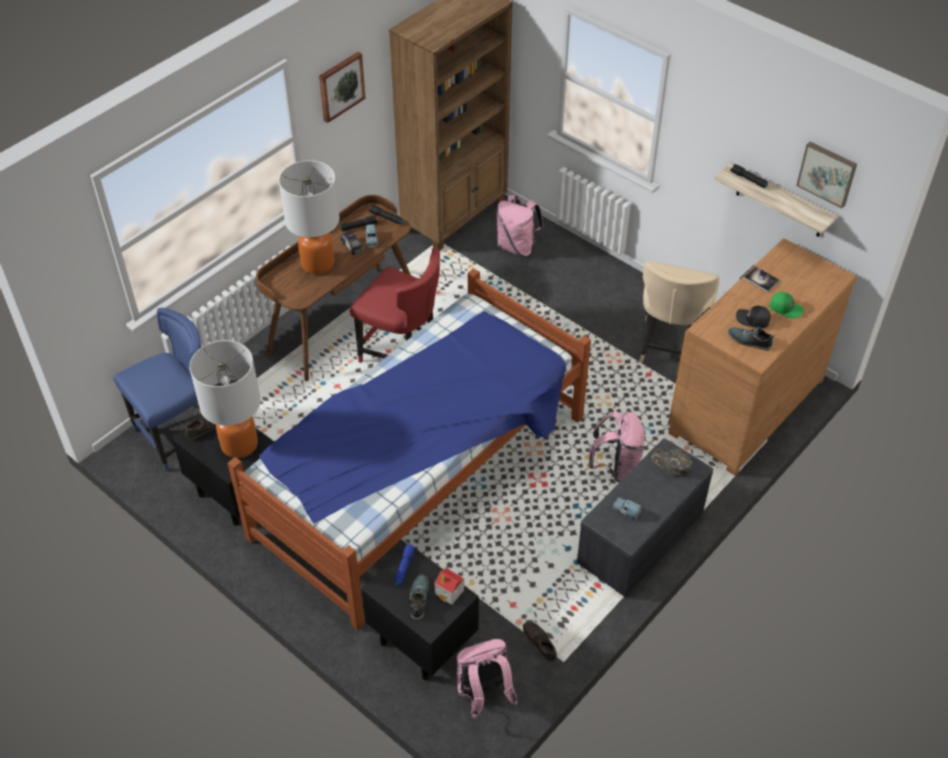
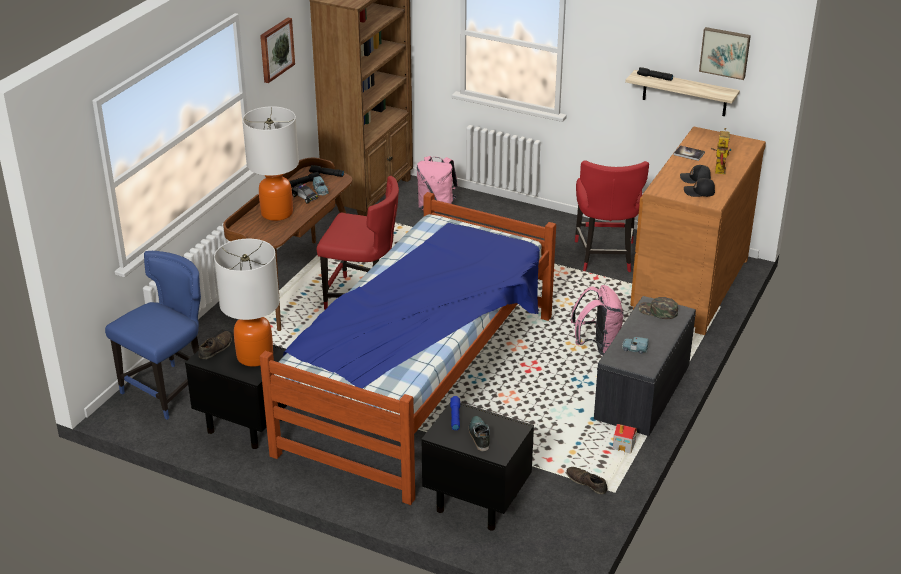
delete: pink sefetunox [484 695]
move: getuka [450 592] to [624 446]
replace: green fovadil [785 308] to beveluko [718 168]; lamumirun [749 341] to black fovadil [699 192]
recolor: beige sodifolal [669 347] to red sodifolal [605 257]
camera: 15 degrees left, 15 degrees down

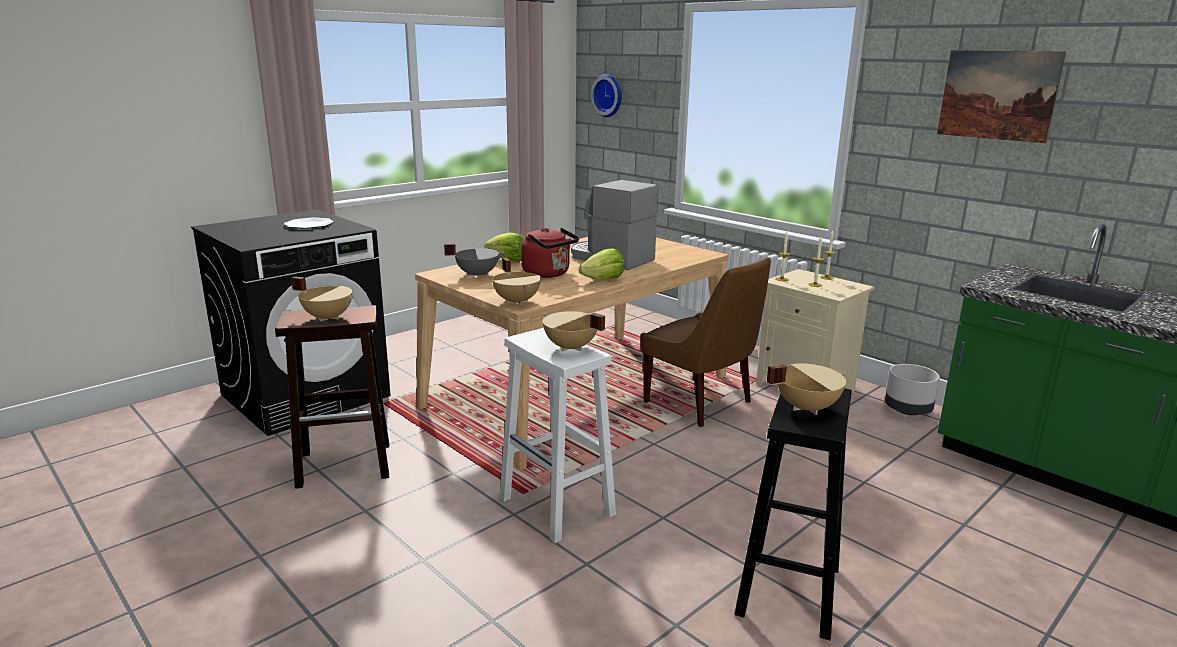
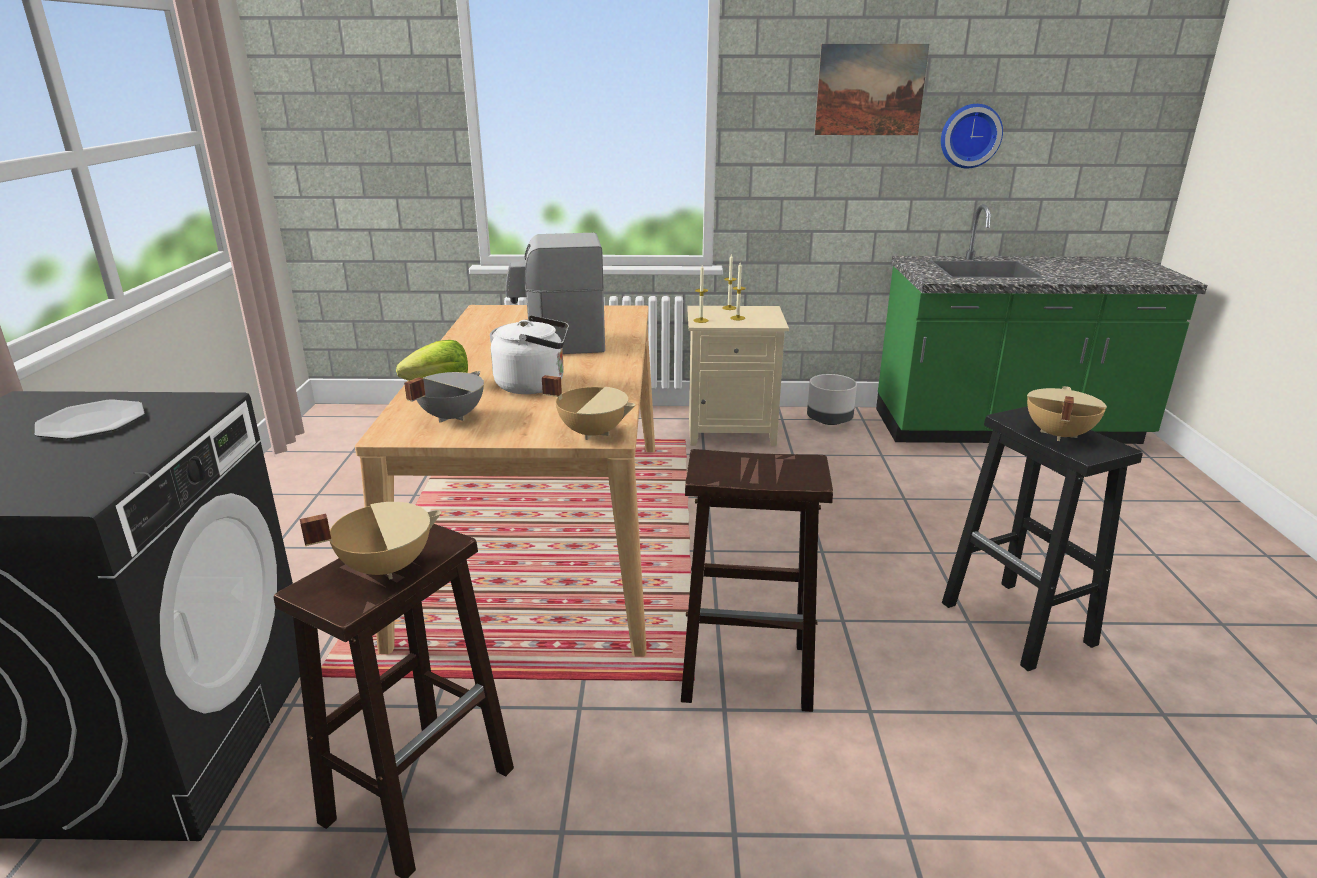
delete: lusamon [603 280]; brown sodifolal [701 403]; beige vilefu [570 348]
move: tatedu [609 95] to [969 136]
recolor: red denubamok [548 274] to white denubamok [535 385]; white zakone [558 507] to brown zakone [749 671]
camera: 45 degrees left, 5 degrees up

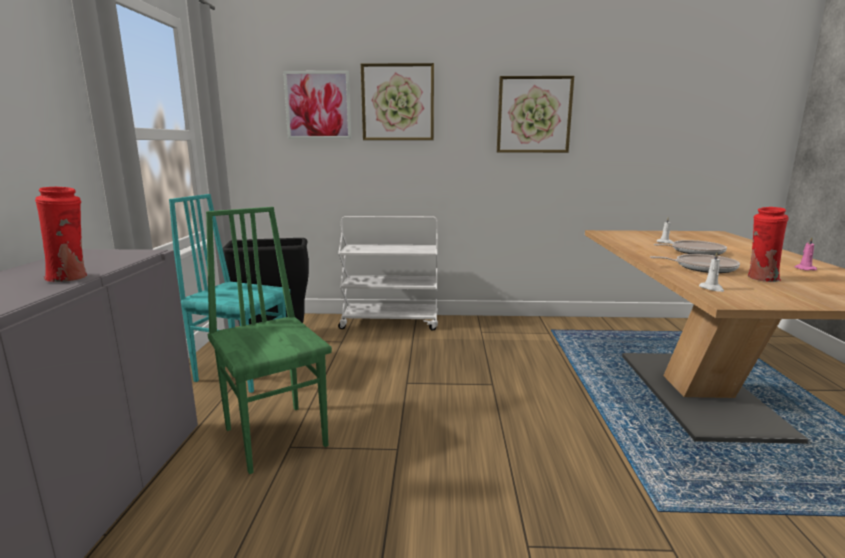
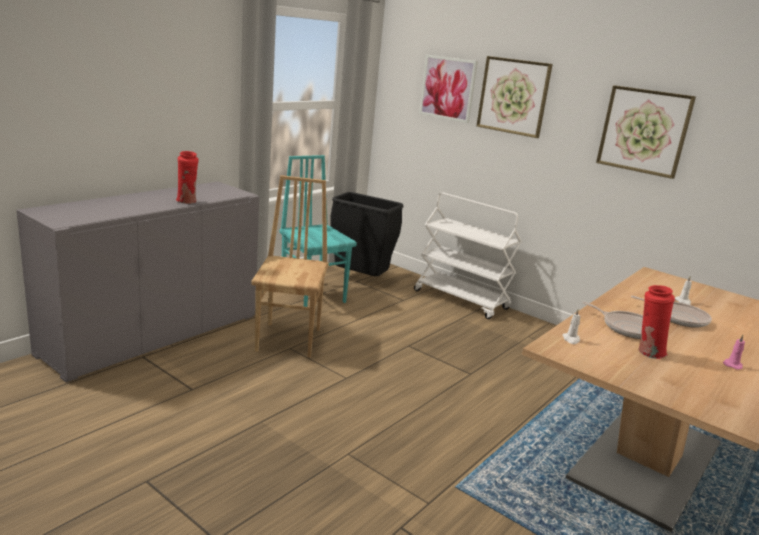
recolor: green sodifolal [277 436] to brown sodifolal [290 339]
camera: 35 degrees right, 5 degrees up

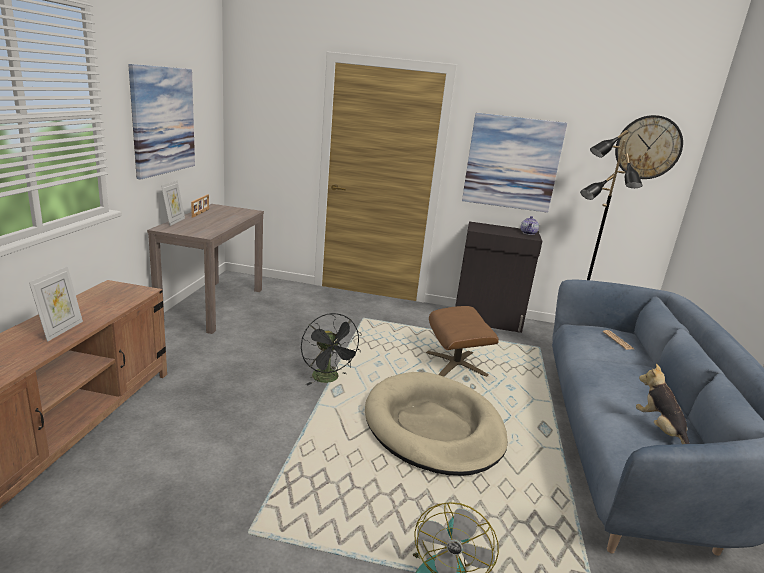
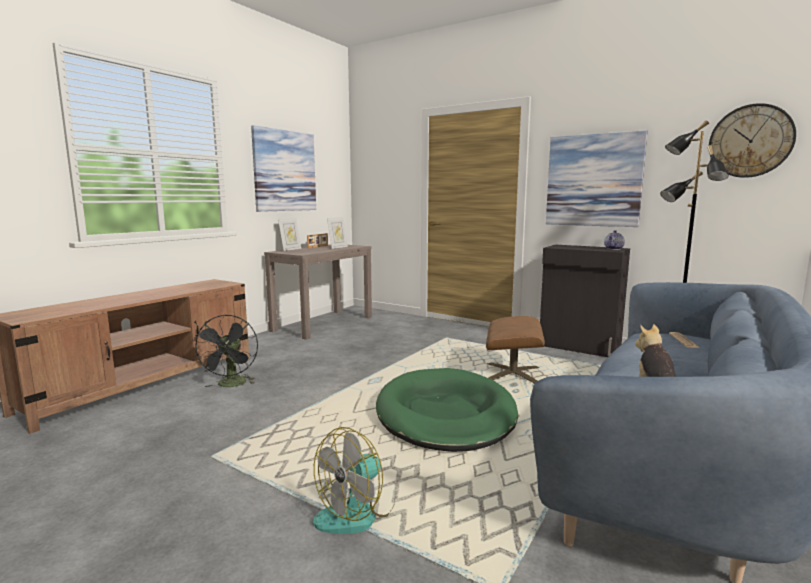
move: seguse [61 330] to [338 247]; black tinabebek [328 379] to [231 385]
recolor: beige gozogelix [433 427] to green gozogelix [445 414]
camera: 25 degrees right, 10 degrees down

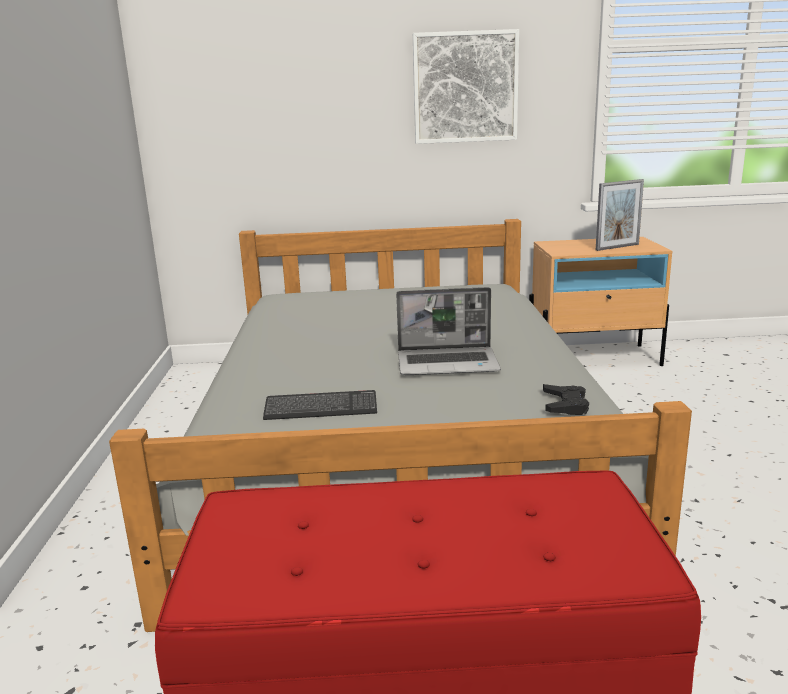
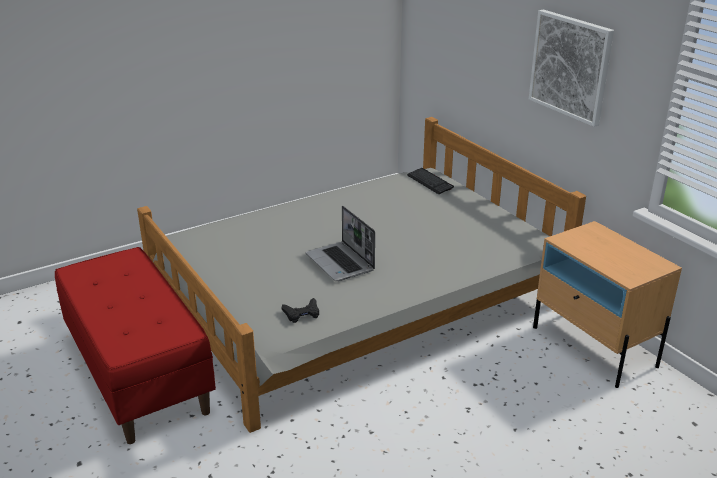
delete: seguse [617 247]
move: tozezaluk [321 408] to [429 182]
camera: 60 degrees right, 10 degrees up

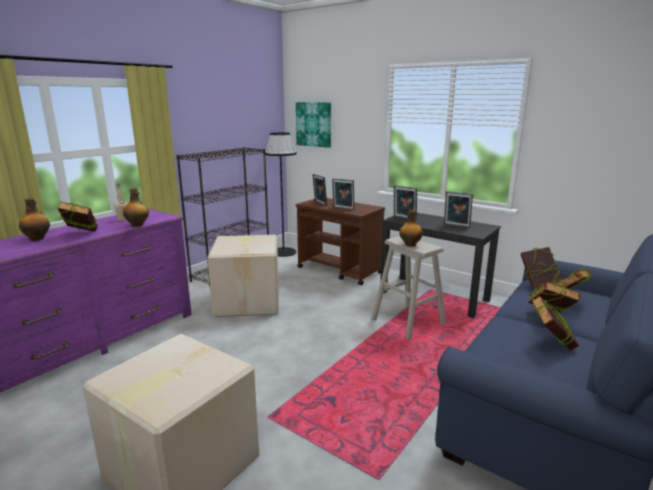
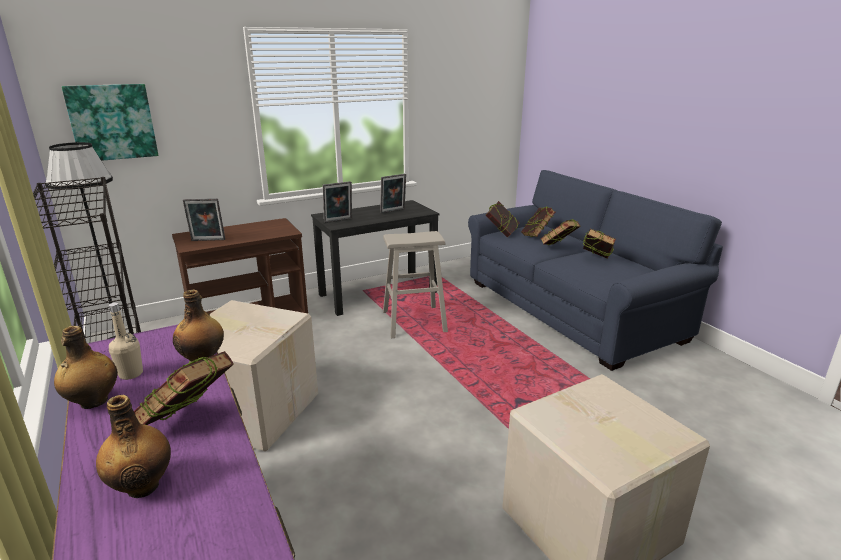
delete: seguse [343 209]
move: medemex [410 245] to [93 402]
camera: 65 degrees left, 5 degrees up

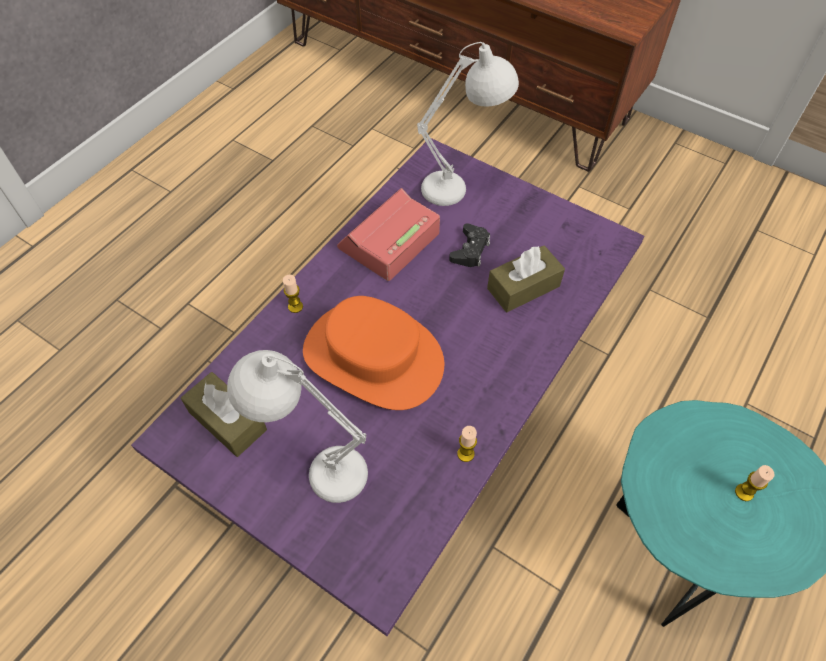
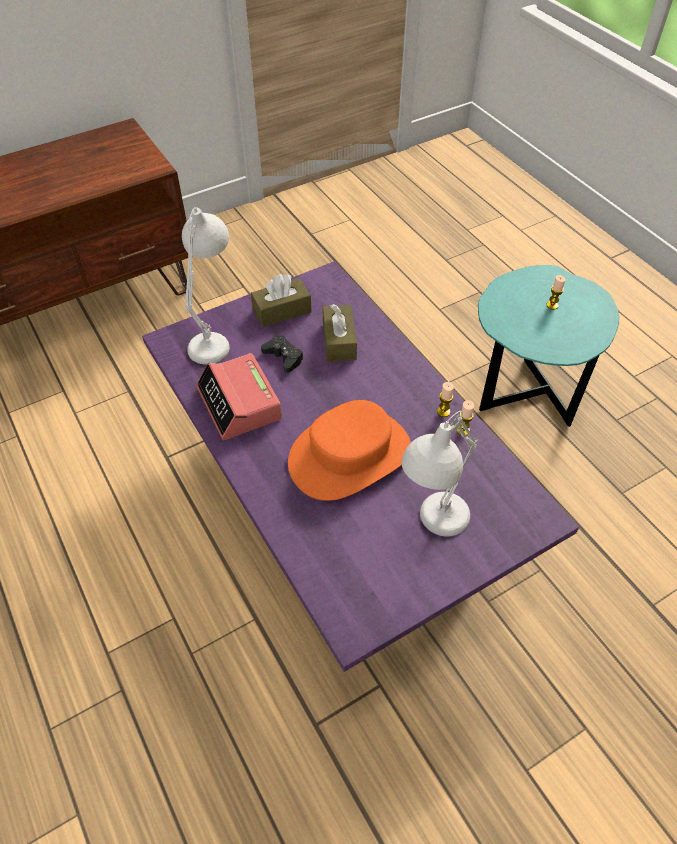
move: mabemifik [295 306] to [443 412]; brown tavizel [228 421] to [282 311]
camera: 65 degrees left, 5 degrees down

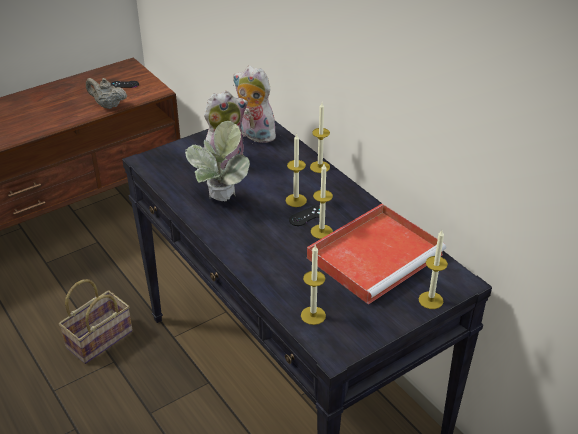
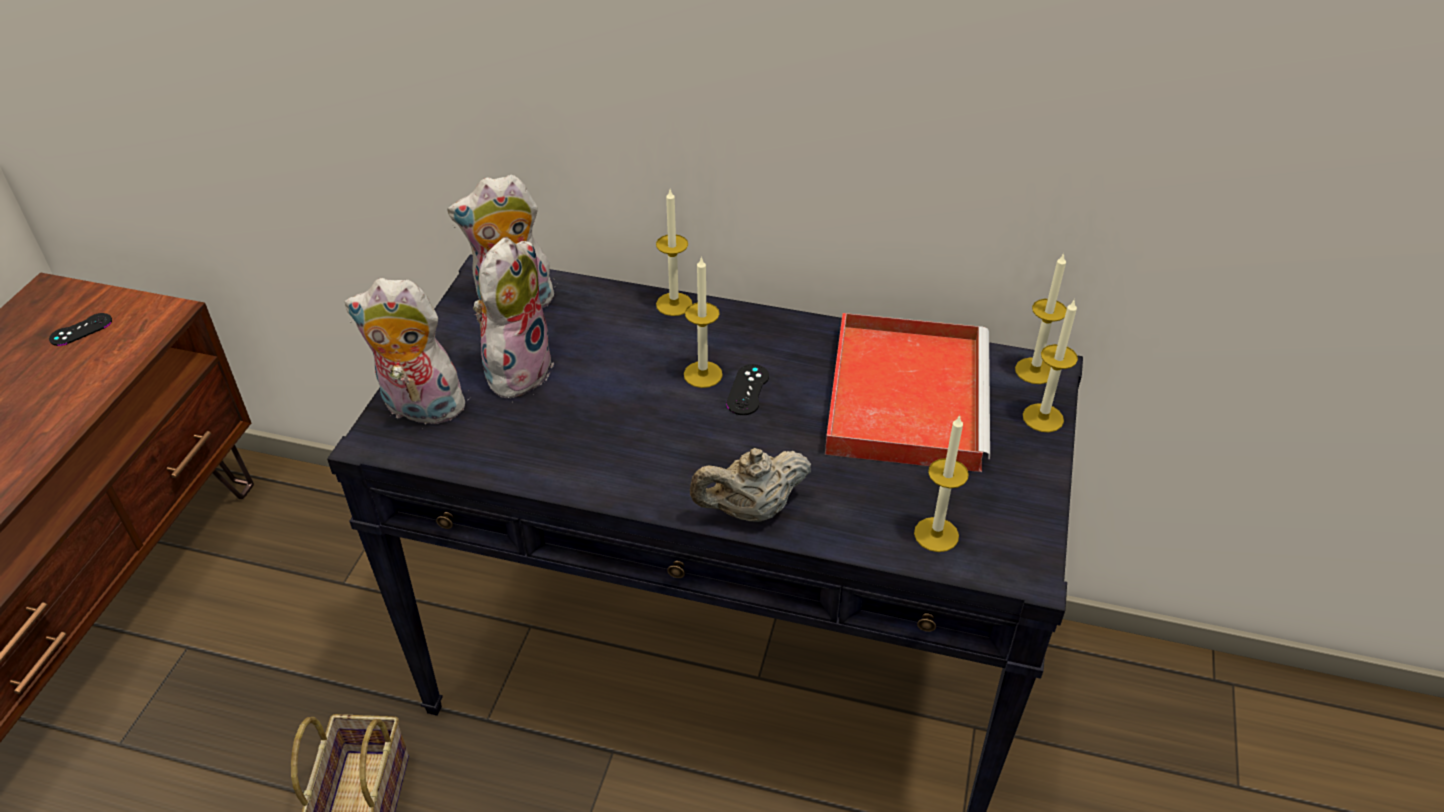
delete: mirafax [220 203]
insert: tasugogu [419 409]
move: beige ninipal [108 105] to [750 510]; mabemifik [321 231] to [1034 371]
camera: 40 degrees left, 5 degrees up

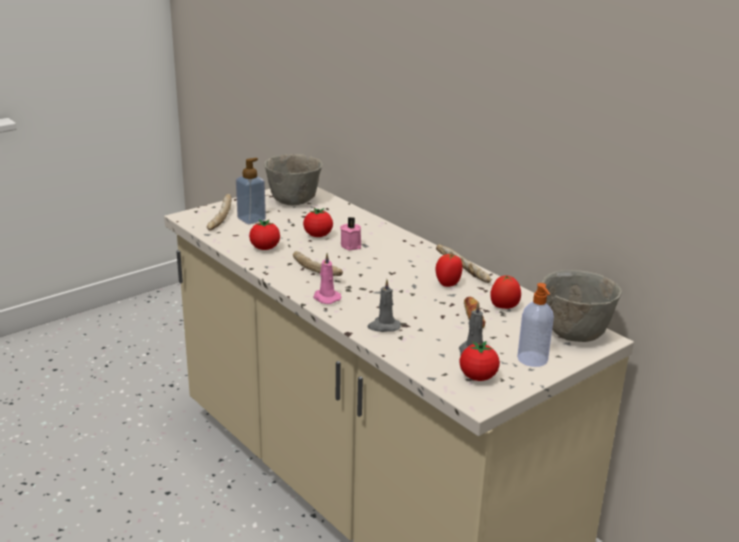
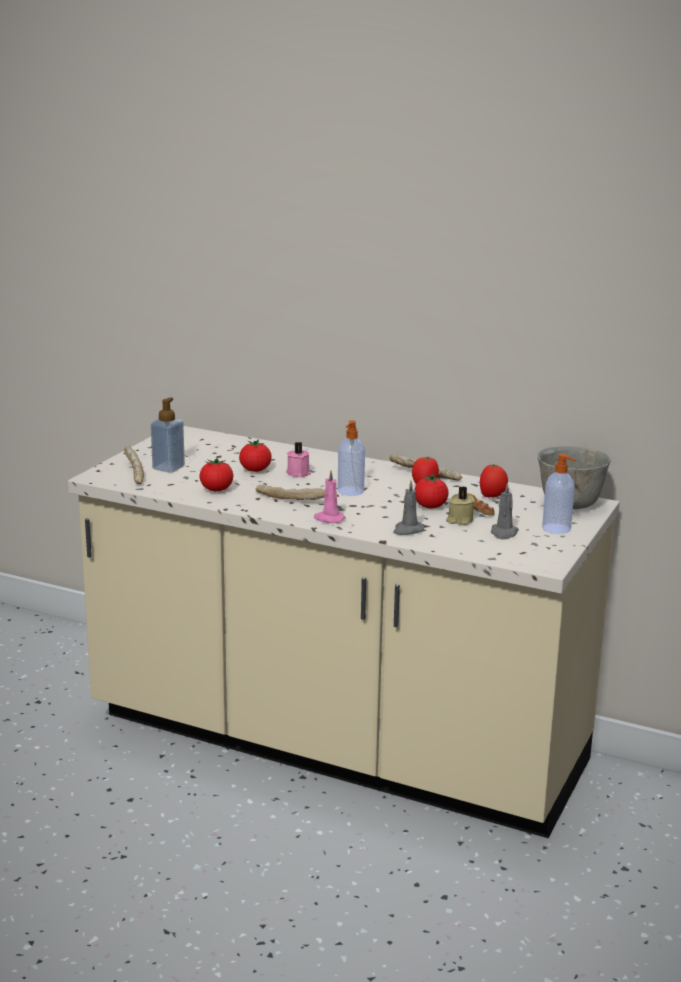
delete: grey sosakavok [294 201]
insert: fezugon [350 491]; beige mabemifik [459 520]
move: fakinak [478 377] to [430 507]
camera: 25 degrees left, 5 degrees down

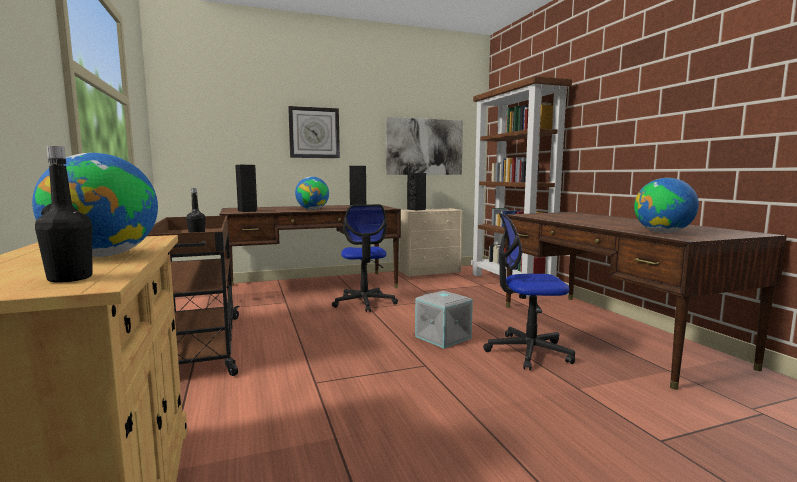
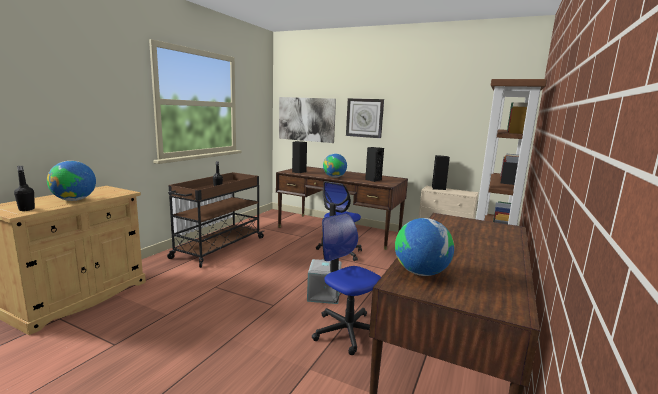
move: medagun [424 147] to [306 119]
camera: 45 degrees right, 5 degrees up

